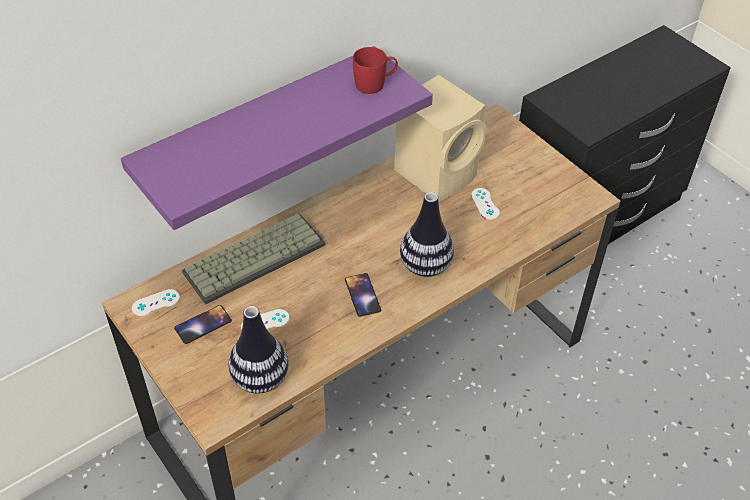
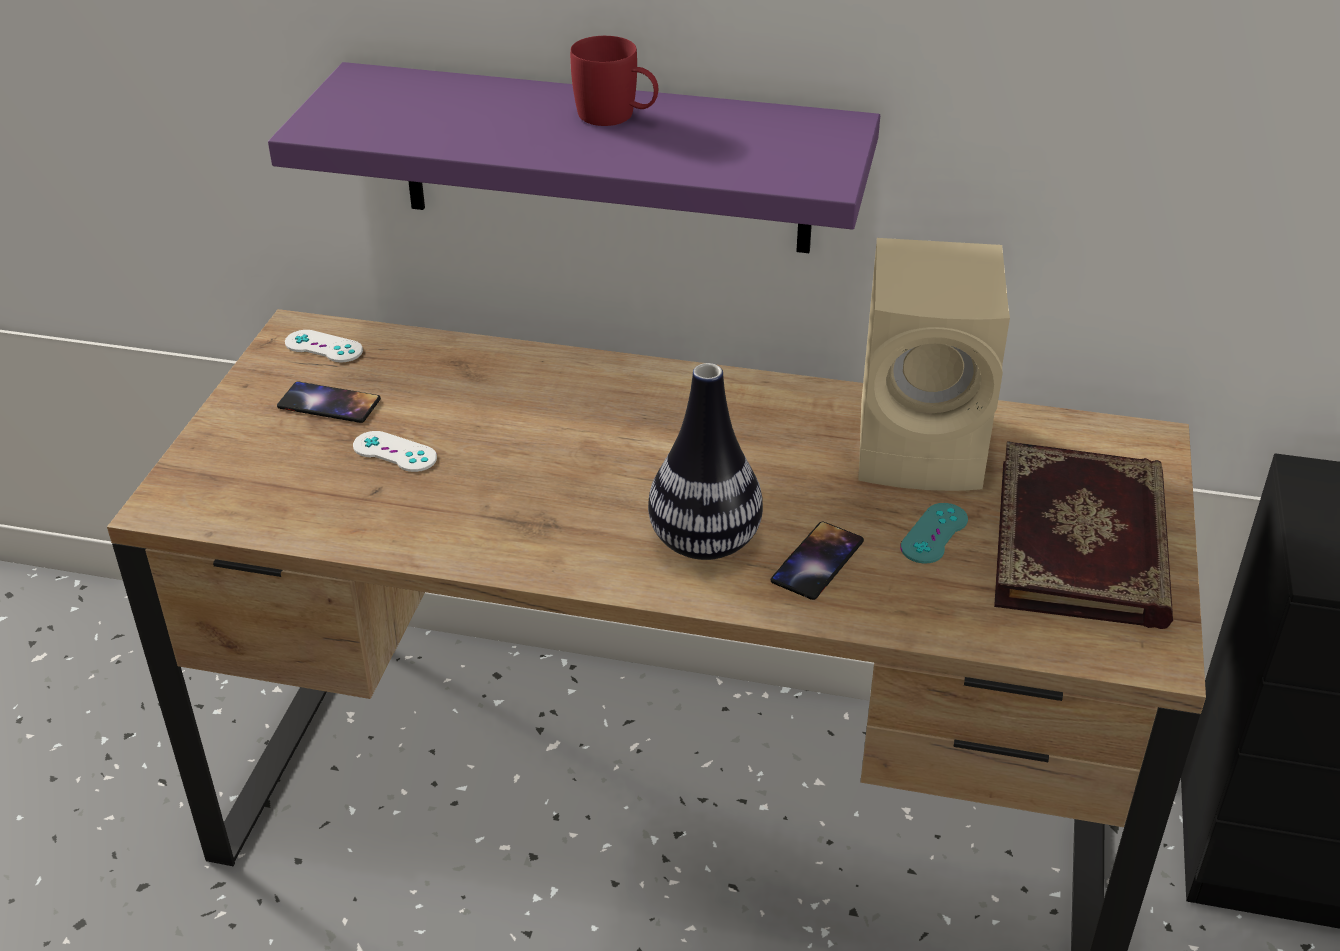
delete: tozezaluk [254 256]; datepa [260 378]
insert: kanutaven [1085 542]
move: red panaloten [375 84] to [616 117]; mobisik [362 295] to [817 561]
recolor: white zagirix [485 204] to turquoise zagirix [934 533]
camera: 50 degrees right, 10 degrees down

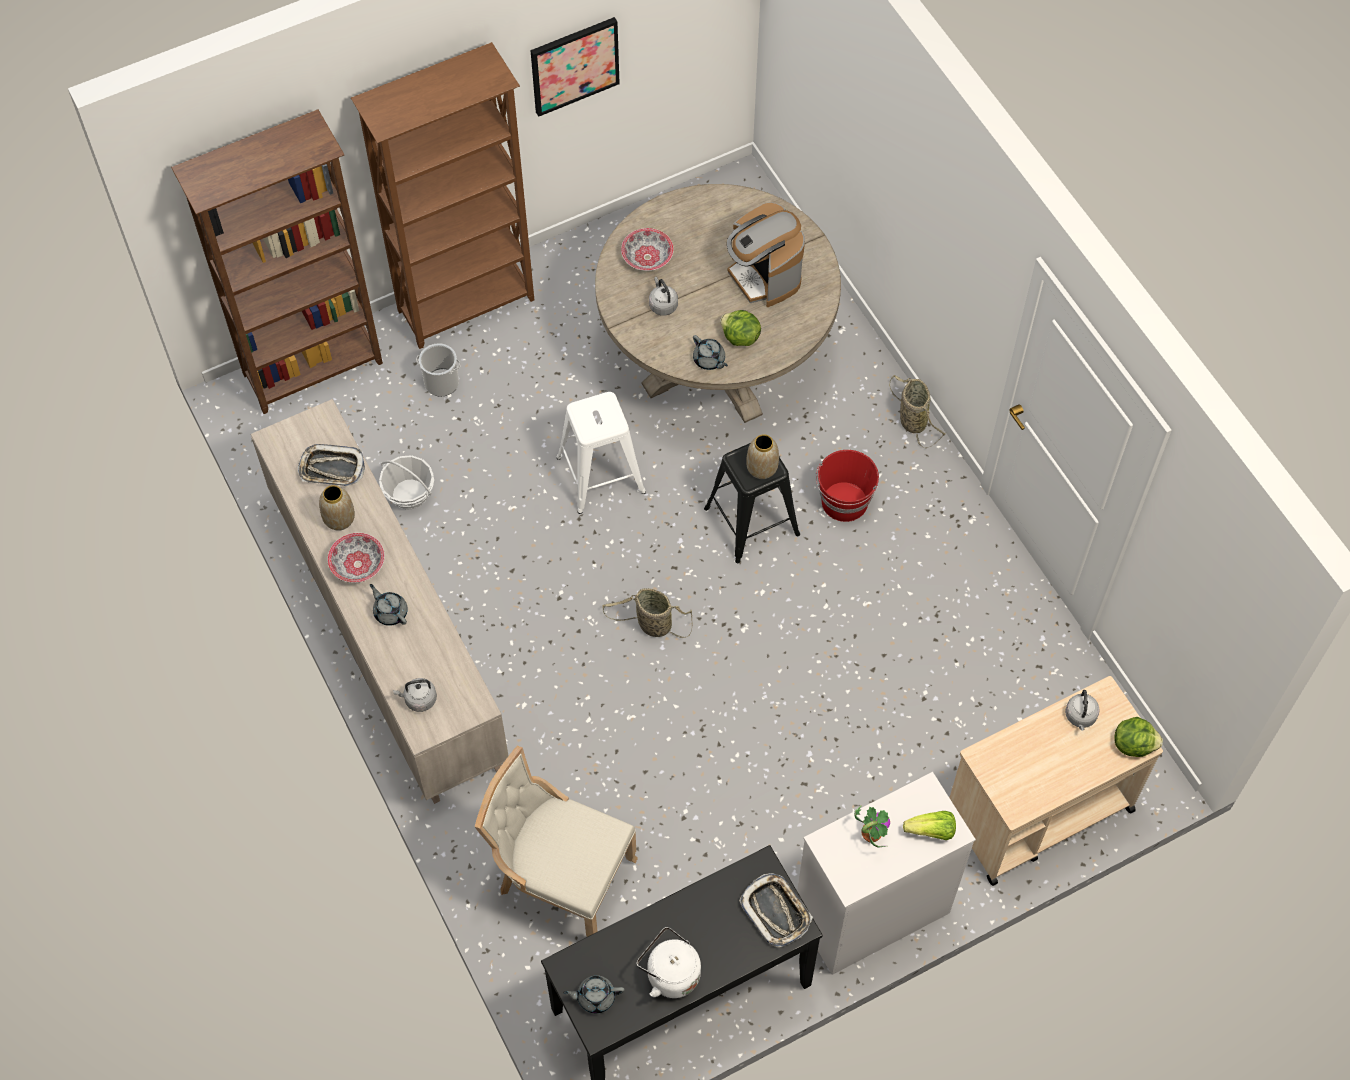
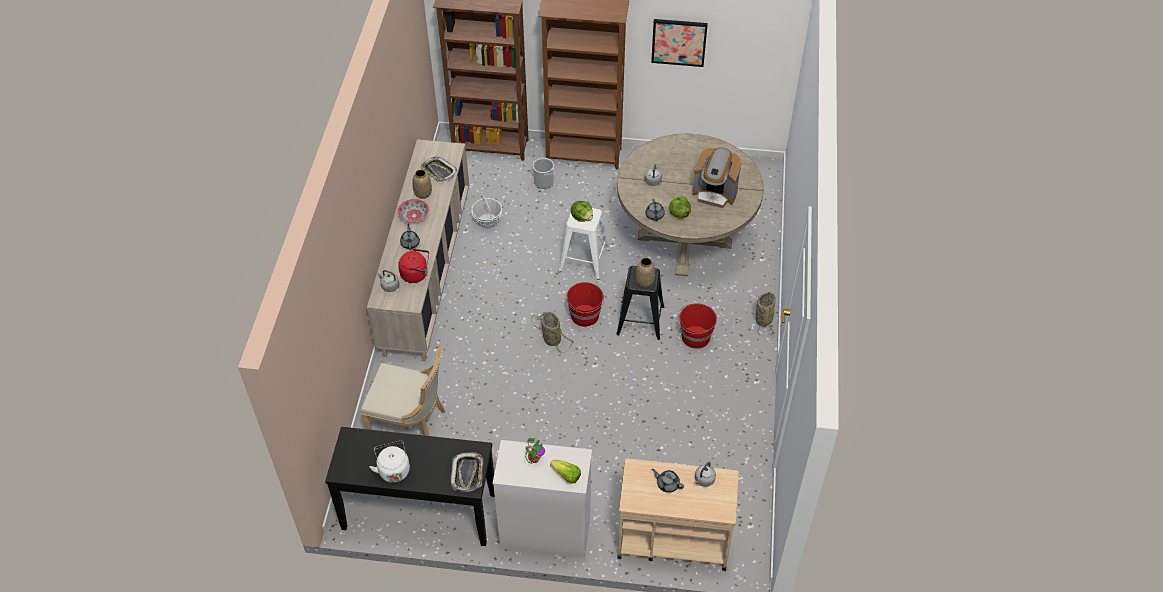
delete: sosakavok [647 257]
insert: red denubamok [416 274]; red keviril [585 316]
move: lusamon [1133 744] to [582 217]; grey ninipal [595 997] to [667 484]
rotate: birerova [763 276] = [715 193] 75 degrees counterclockwise; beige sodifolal [561 878] = [410 423] 135 degrees clockwise
camera: 35 degrees right, 10 degrees down

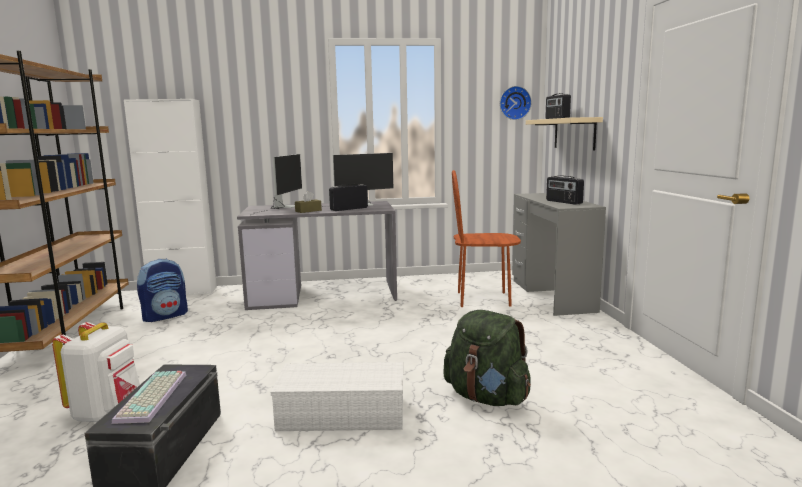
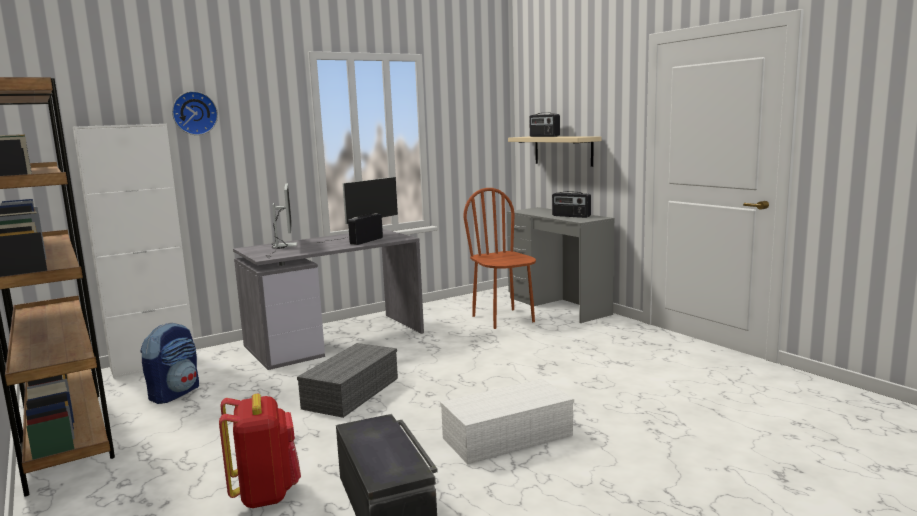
delete: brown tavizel [308 211]; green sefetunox [487 397]; tozezaluk [153 397]
insert: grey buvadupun [351 392]
move: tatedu [514 103] to [194 113]
recolor: white sefetunox [106 411] to red sefetunox [266 493]
rotate: brown sodifolal [483 299] = [503 319] 90 degrees clockwise
camera: 25 degrees left, 0 degrees up

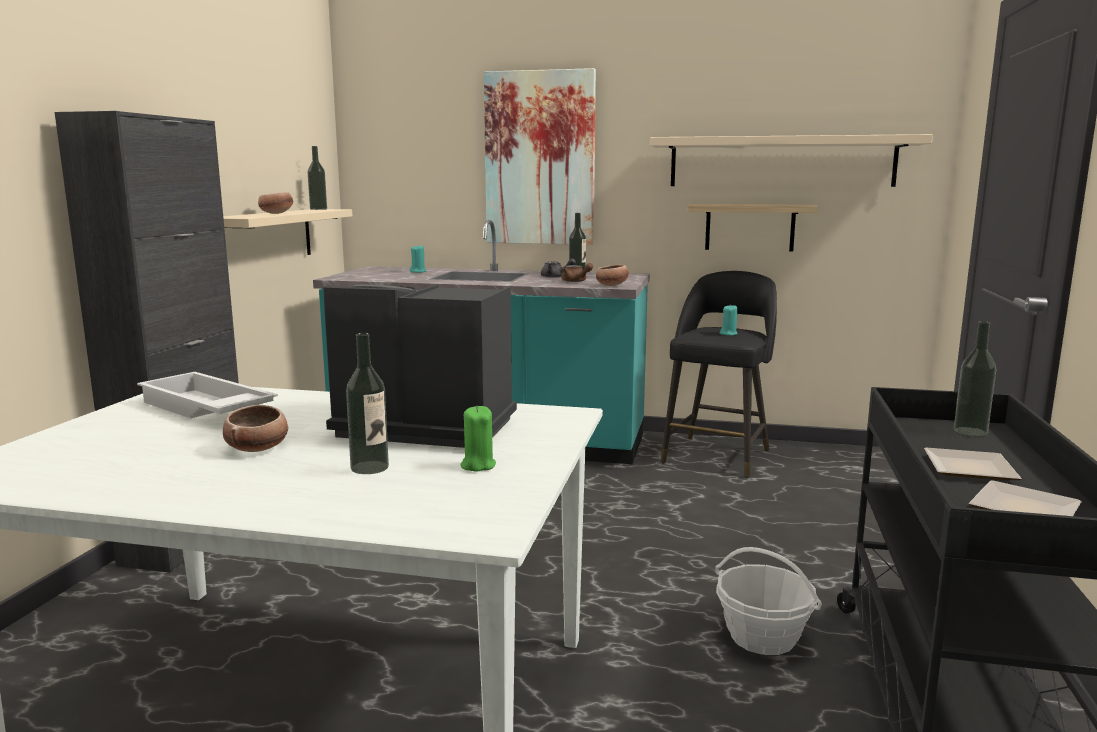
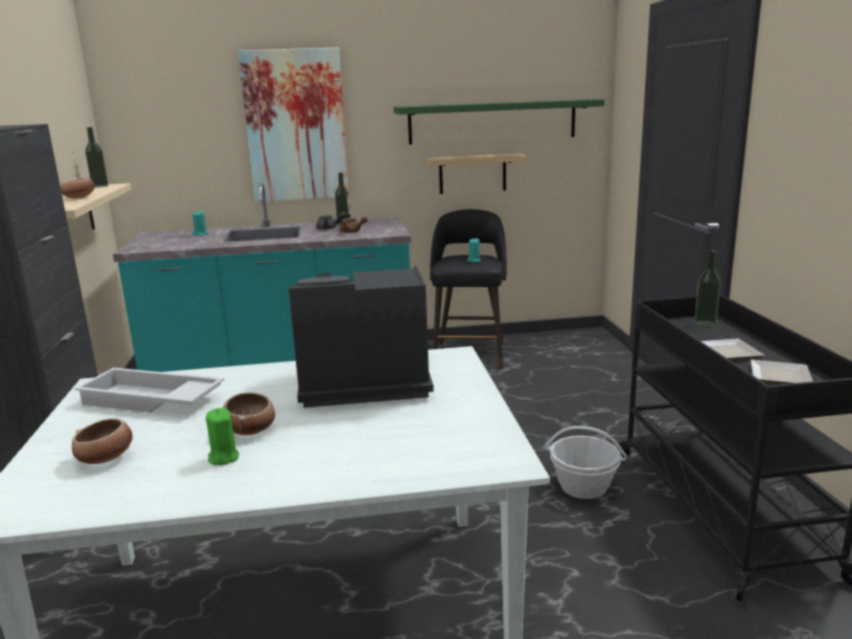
delete: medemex [369 467]
move: sosakavok [612 285] to [106 458]; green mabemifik [478 465] to [223 458]
recolor: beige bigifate [781 162] to green bigifate [492 121]
camera: 20 degrees left, 5 degrees up

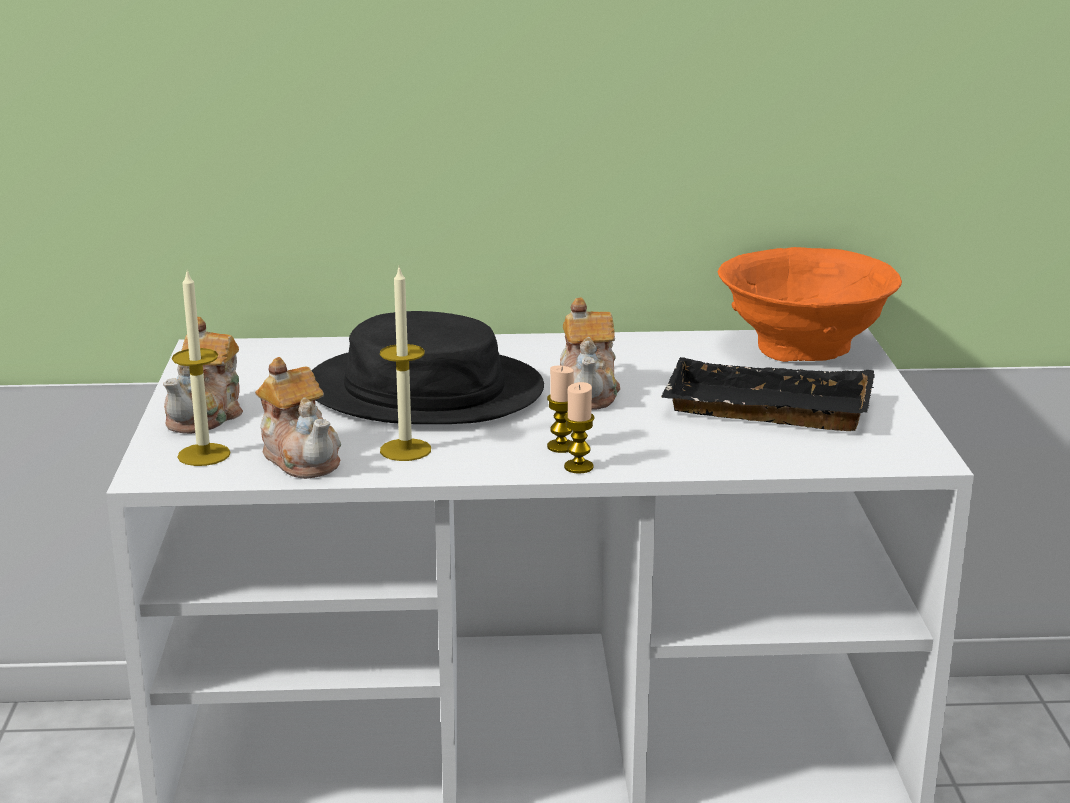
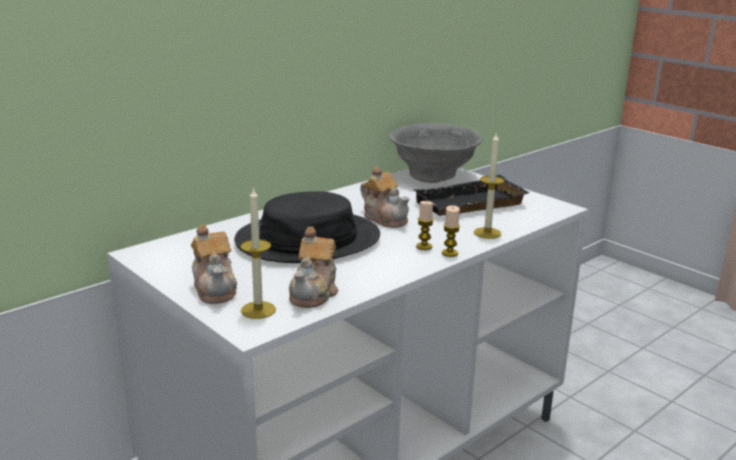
move: mabemifik [405 450] to [487 233]
recolor: orange sosakavok [804 349] to grey sosakavok [433 175]
rotate: ninipal [301 457] = [314 293] 90 degrees clockwise
camera: 40 degrees left, 0 degrees up

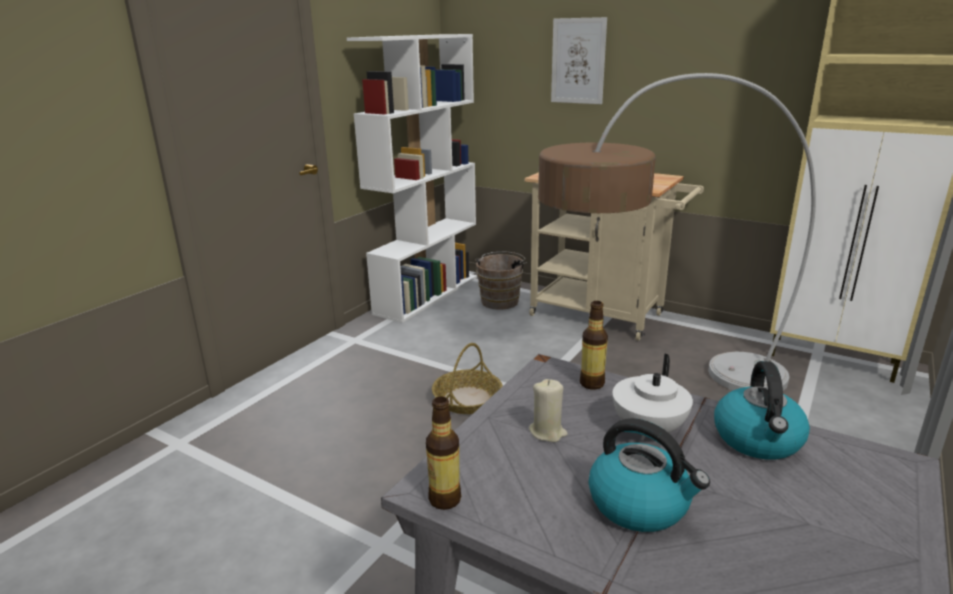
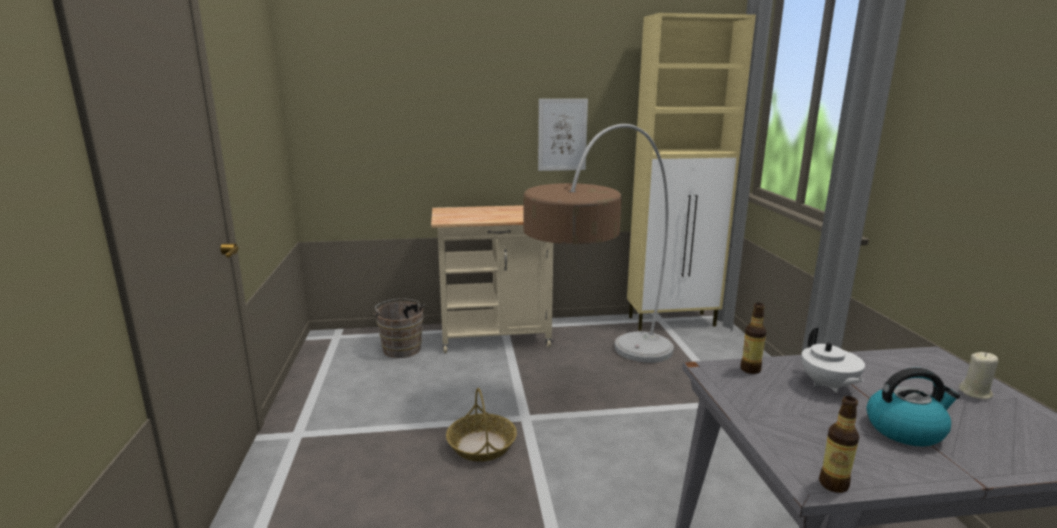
delete: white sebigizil [427 294]; denubamok [758 440]
move: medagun [578 61] to [562 135]; beige mabemifik [547 432] to [975 393]
camera: 40 degrees left, 5 degrees down

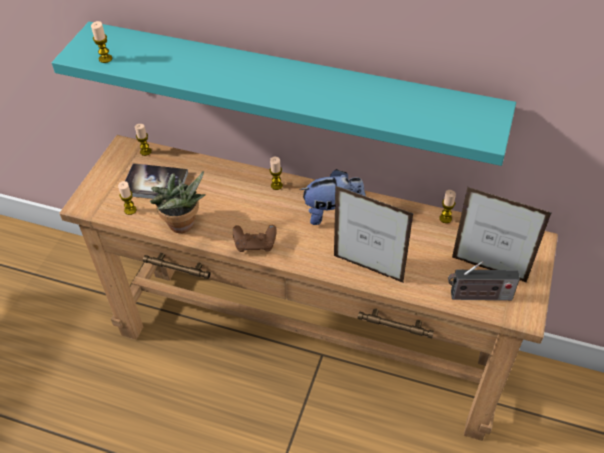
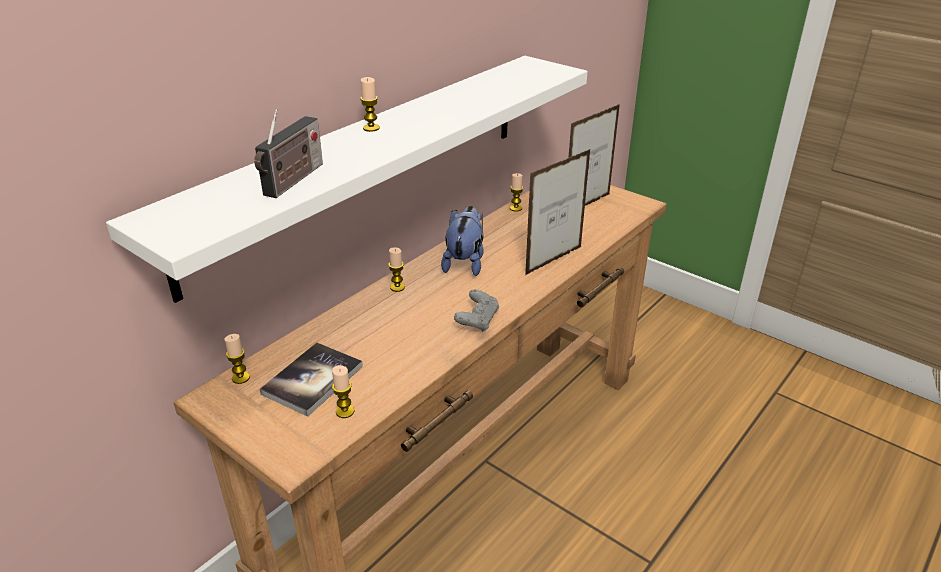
delete: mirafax [183 227]
move: mabemifik [105 59] to [371 128]; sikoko [478 296] to [292 181]
recolor: turquoise bigifate [289 89] to white bigifate [366 162]; brown zagirix [255 244] to grey zagirix [477 320]
camera: 70 degrees left, 15 degrees down

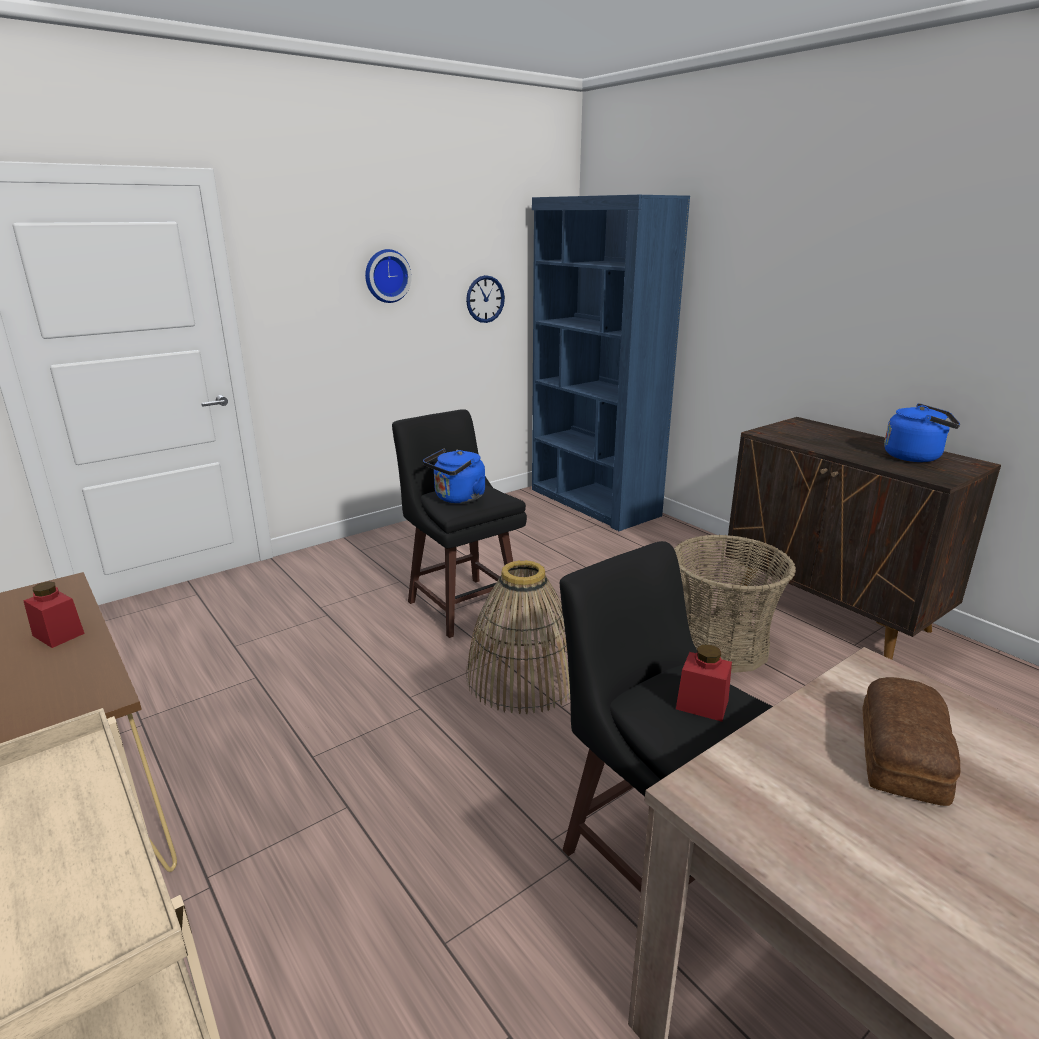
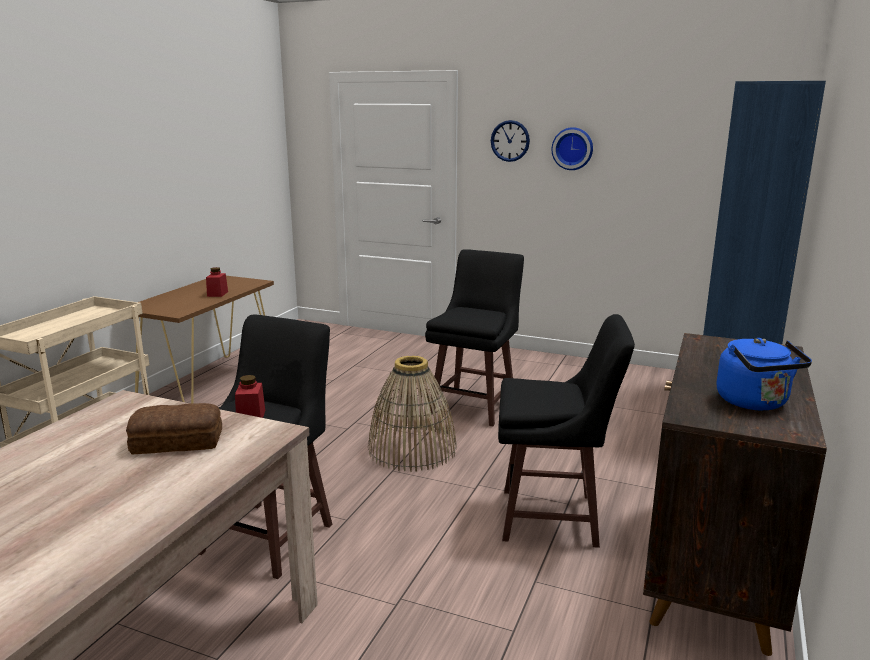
delete: blue denubamok [457 498]
move: tatedu [485 299] to [510 141]
replace: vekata [721 645] to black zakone [553 518]
camera: 60 degrees right, 5 degrees down

